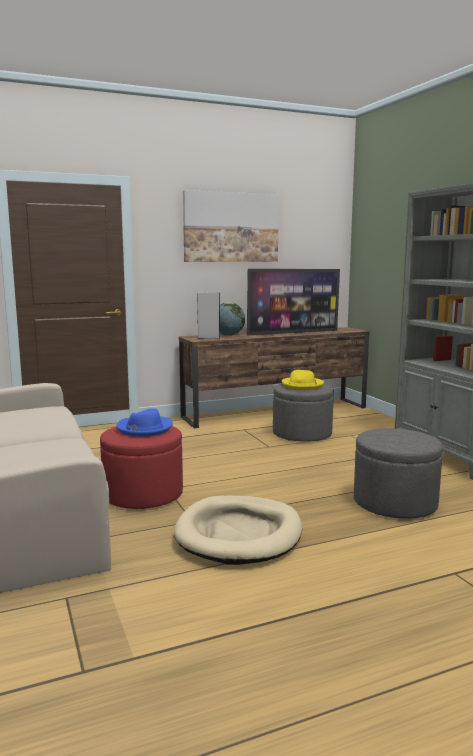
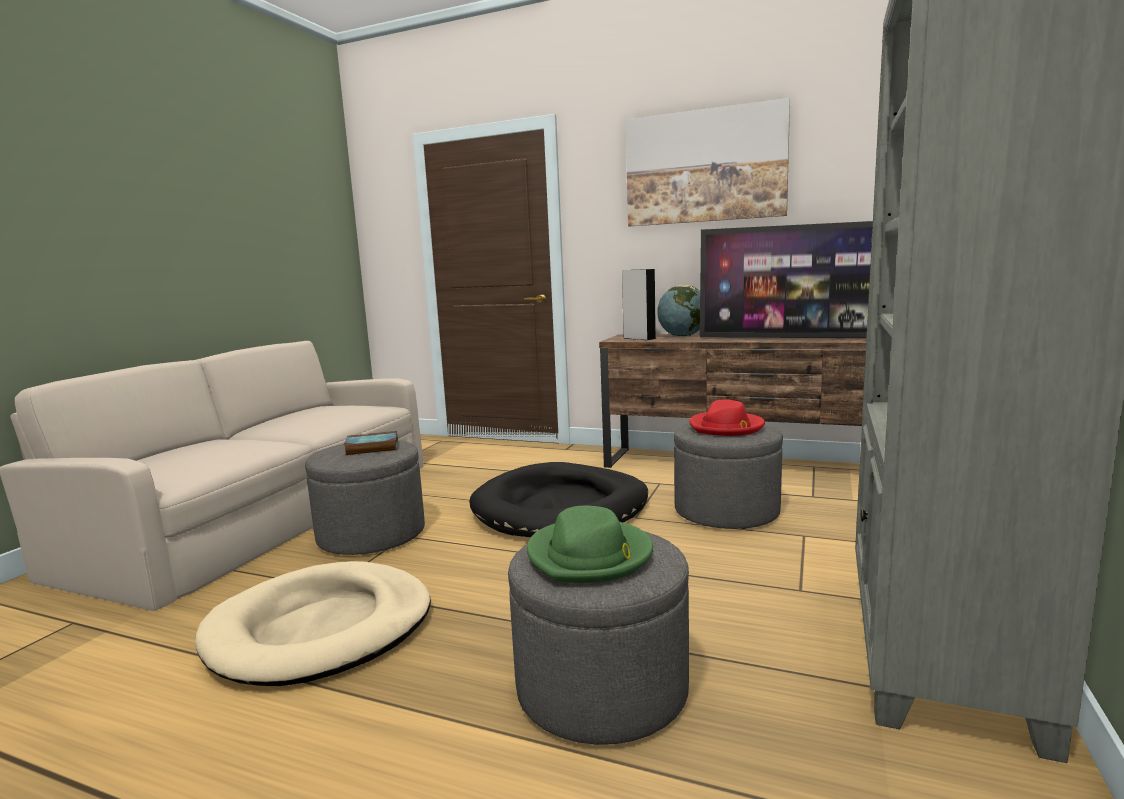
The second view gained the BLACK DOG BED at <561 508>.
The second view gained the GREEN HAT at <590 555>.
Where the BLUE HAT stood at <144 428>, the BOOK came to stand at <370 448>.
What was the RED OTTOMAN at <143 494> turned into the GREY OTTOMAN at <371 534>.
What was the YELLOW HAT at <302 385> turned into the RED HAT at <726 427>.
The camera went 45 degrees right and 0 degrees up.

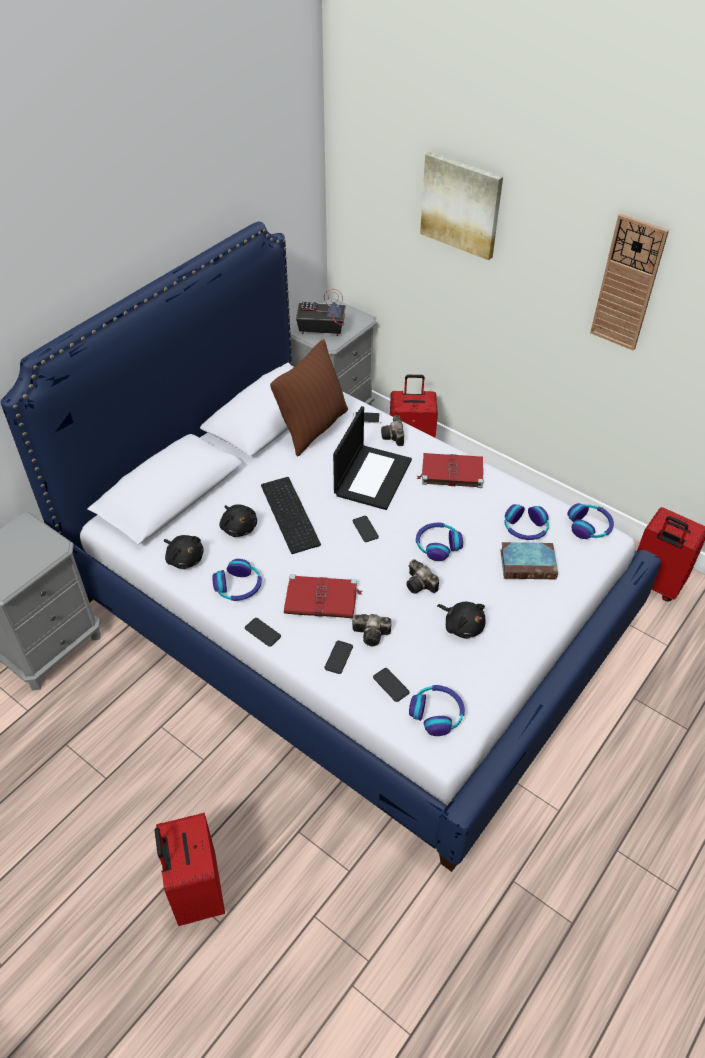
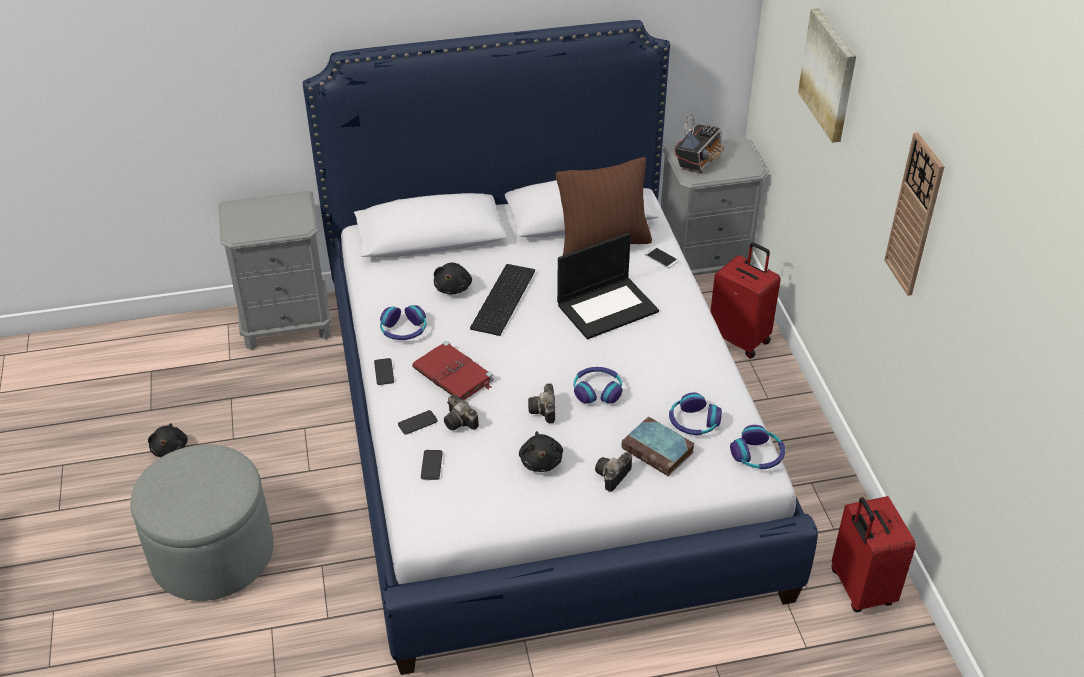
The second view lost the PHONE at <365 529>.
The second view lost the HEADPHONES at <437 713>.
The second view lost the RED BOOK at <451 472>.
The BLACK PLUSH TOY ended up elsewhere, having gone from <184 558> to <170 448>.
The PHOTO CAMERA ended up elsewhere, having gone from <394 437> to <612 477>.
Where the RED SUITCASE stood at <196 892>, the GREY OTTOMAN came to stand at <212 554>.
The RADIO at <320 330> ended up facing another way, 75 degrees clockwise from before.
The camera went 40 degrees right and 5 degrees down.

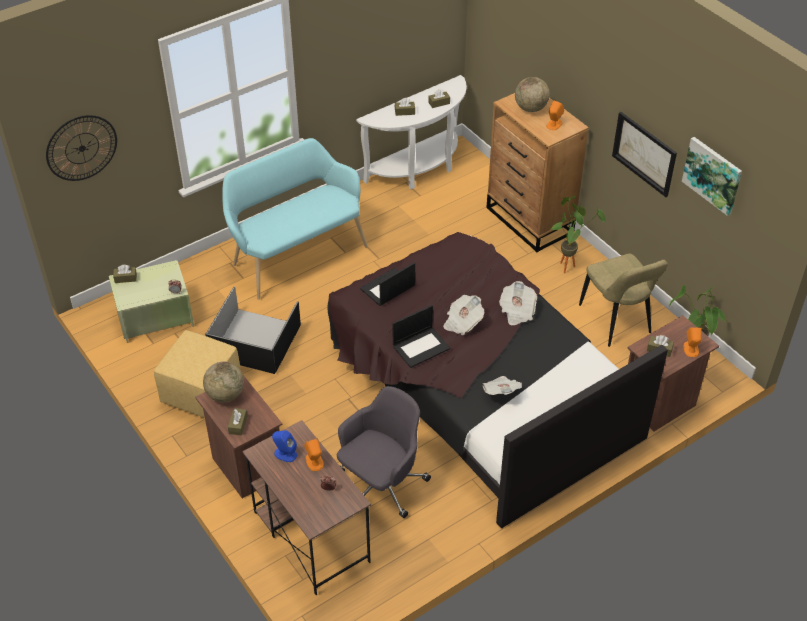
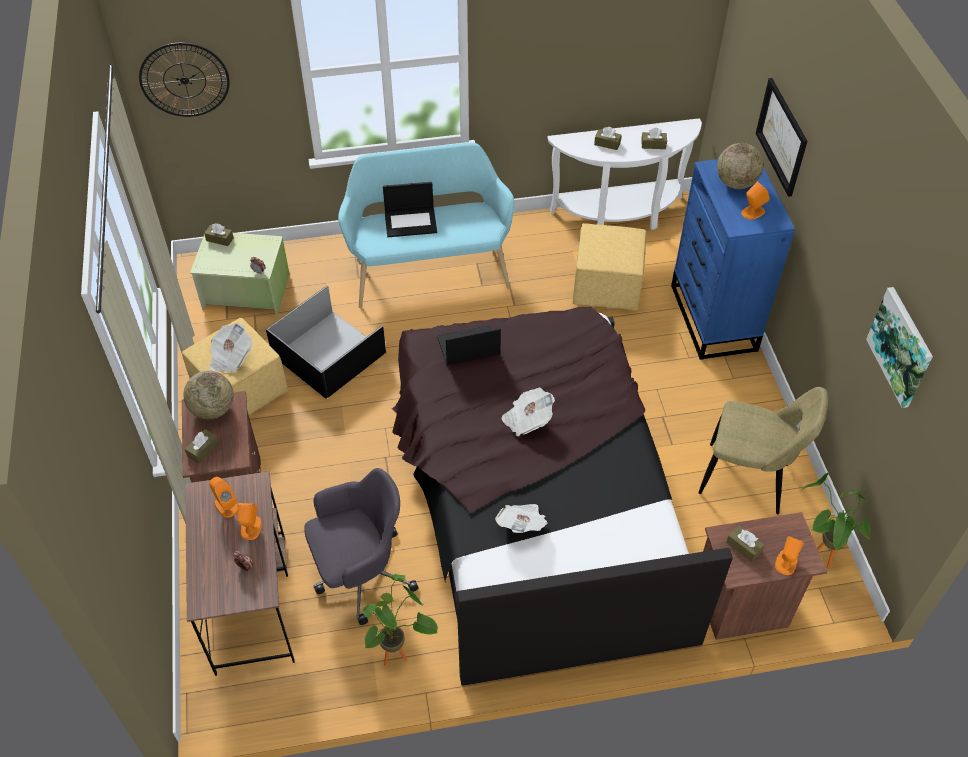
The second view gained the YELLOW OTTOMAN at <608 288>.
The LAPTOP ended up elsewhere, having gone from <421 347> to <411 222>.
The NEWSPAPER ended up elsewhere, having gone from <517 311> to <230 357>.
The POTTED PLANT ended up elsewhere, having gone from <568 265> to <400 654>.
The PICTURE ended up elsewhere, having gone from <644 153> to <782 136>.
What was the BLUE SPEAKER at <285 454> turned into the ORANGE SPEAKER at <226 505>.
What was the BROWN DRESSER at <530 221> turned into the BLUE DRESSER at <713 318>.
The BEIGE CHAIR at <616 321> ended up facing another way, 75 degrees counterclockwise from before.
The camera went 25 degrees right and 5 degrees up.

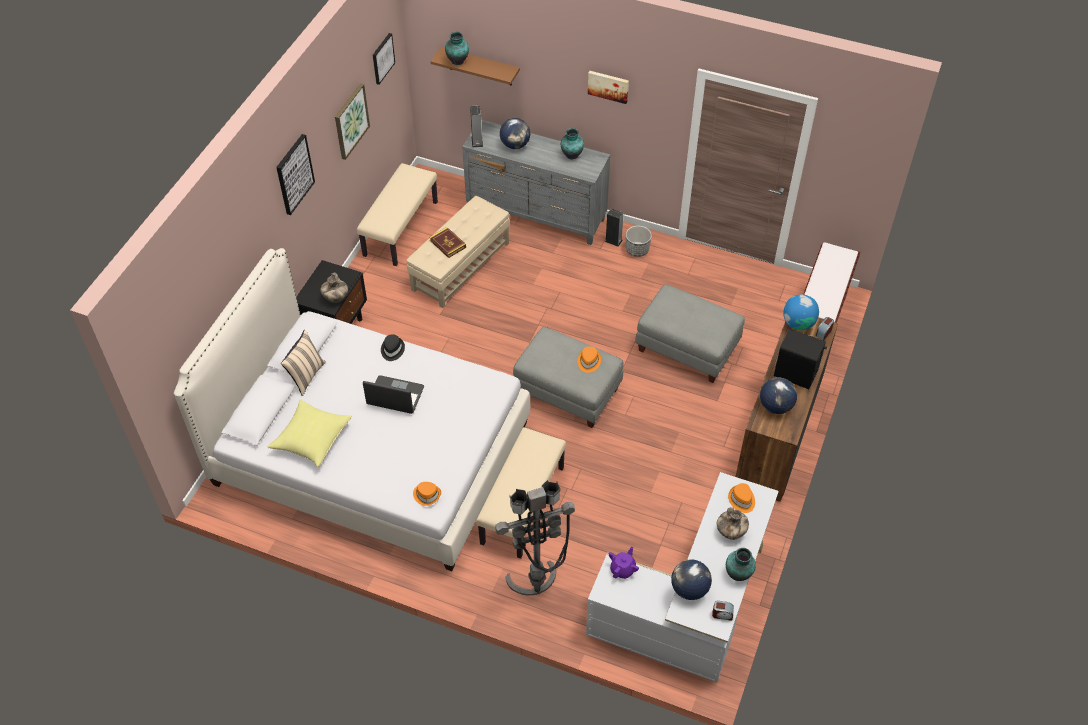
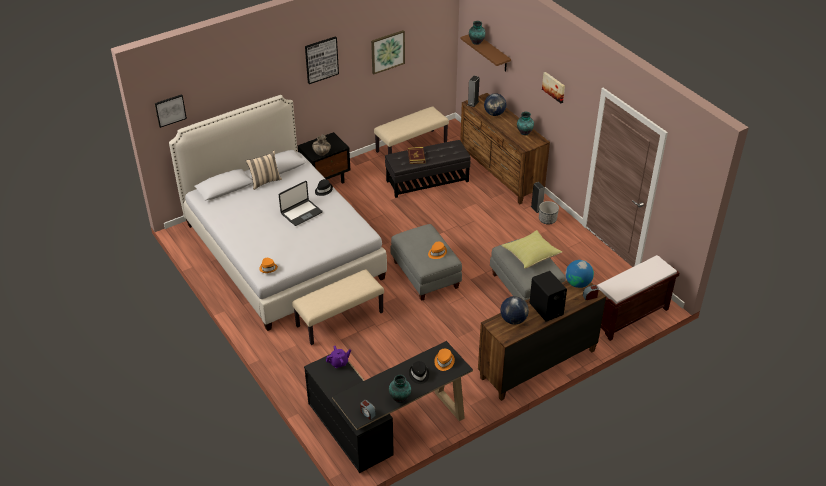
The second view lost the GREY FLOOR LAMP at <536 588>.
The second view lost the GLOBE at <689 589>.
The YELLOW PILLOW ended up elsewhere, having gone from <312 439> to <531 255>.
The PICTURE ended up elsewhere, having gone from <382 58> to <170 110>.
Where the VASE stood at <731 532>, the BLACK HAT came to stand at <419 375>.
What was the BEIGE OTTOMAN at <460 266> turned into the BLACK OTTOMAN at <427 181>.
What was the GREY DRESSER at <537 215> turned into the BROWN DRESSER at <501 174>.
What was the WHITE DESK at <689 607> turned into the BLACK DESK at <384 425>.
The LAPTOP at <395 396> ended up facing another way, 90 degrees clockwise from before.
The camera went 35 degrees right and 10 degrees down.

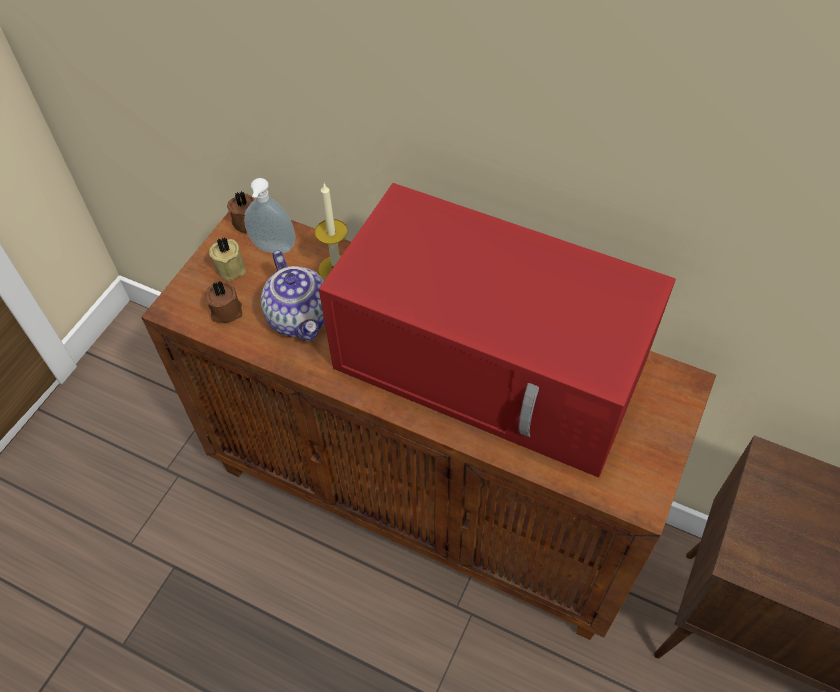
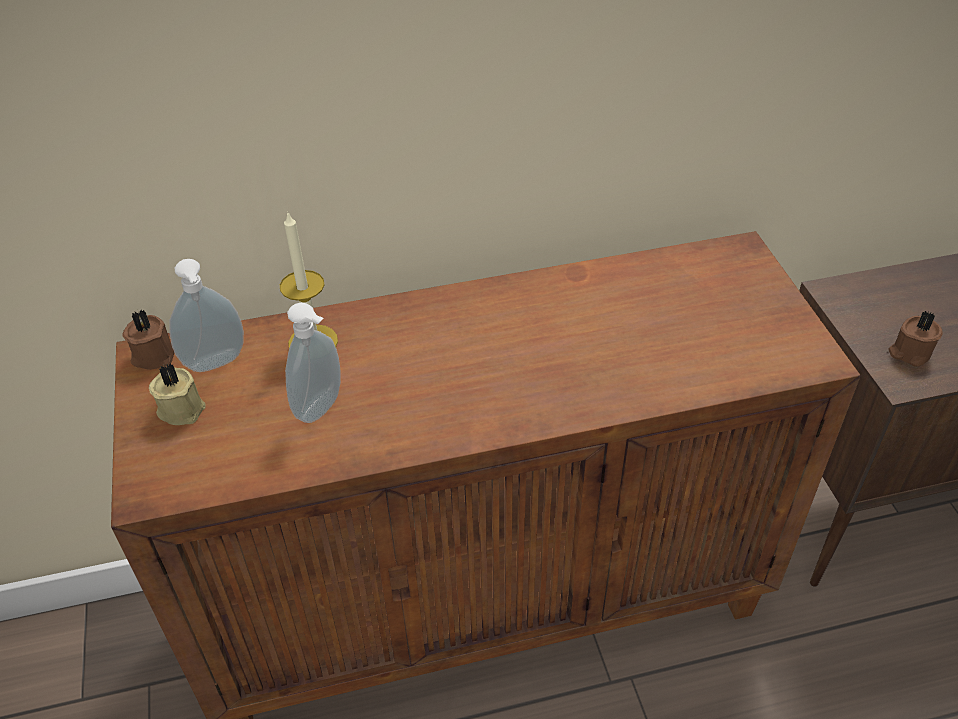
The second view lost the RED MICROWAVE at <494 364>.
The BROWN CANDLE ended up elsewhere, having gone from <225 310> to <909 352>.
Where the TEAPOT stood at <301 318>, the SOAP DISPENSER came to stand at <322 408>.
The camera went 40 degrees left and 10 degrees down.

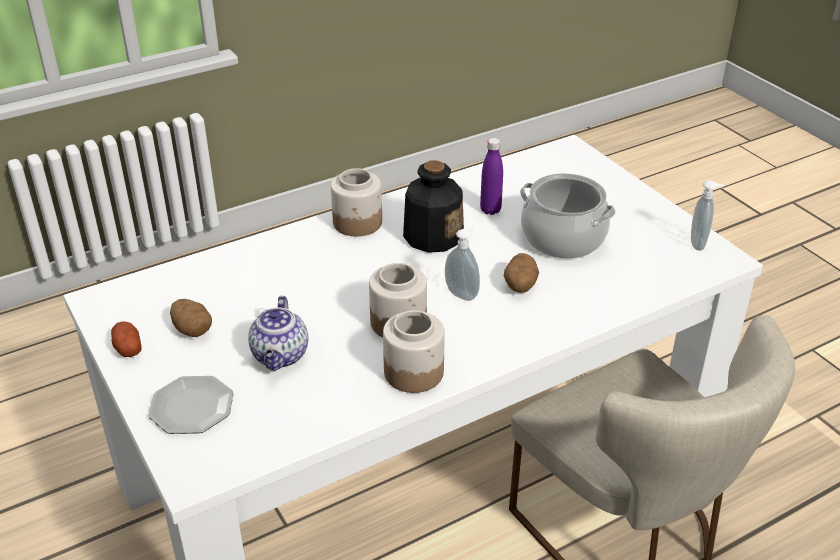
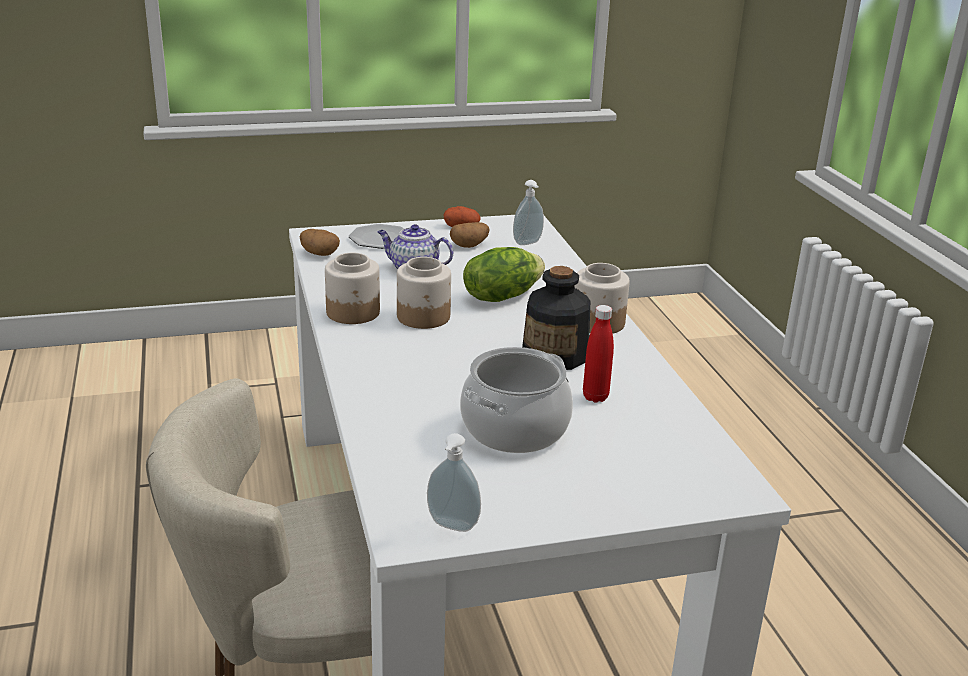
The second view gained the LETTUCE at <501 296>.
The SOAP DISPENSER ended up elsewhere, having gone from <462 293> to <528 243>.
The POTATO ended up elsewhere, having gone from <520 286> to <319 254>.
What was the PURPLE BOTTLE at <490 210> turned into the RED BOTTLE at <595 397>.
The camera went 105 degrees right and 10 degrees down.

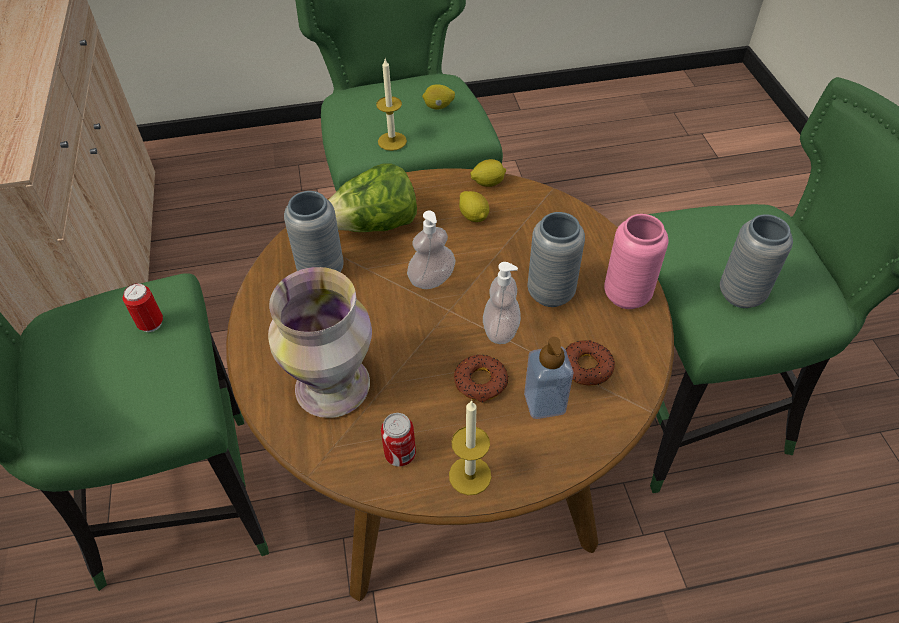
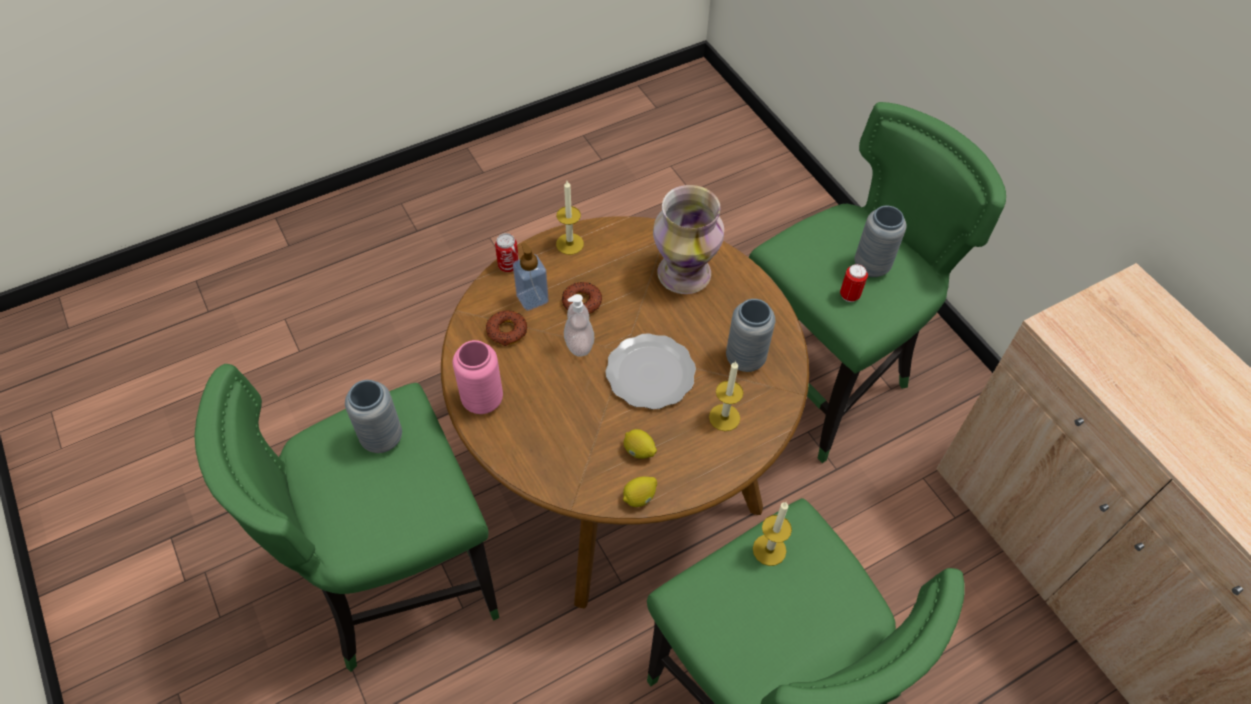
The second view lost the LEMON at <438 107>.
The CAN ended up elsewhere, having gone from <400 454> to <508 265>.
The GREY VASE ended up elsewhere, having gone from <550 293> to <871 266>.
Where the LETTUCE stood at <376 225>, the CANDLE came to stand at <724 417>.
Where the SOAP DISPENSER stood at <431 279>, the PLATE came to stand at <650 374>.
The camera went 160 degrees right and 5 degrees up.

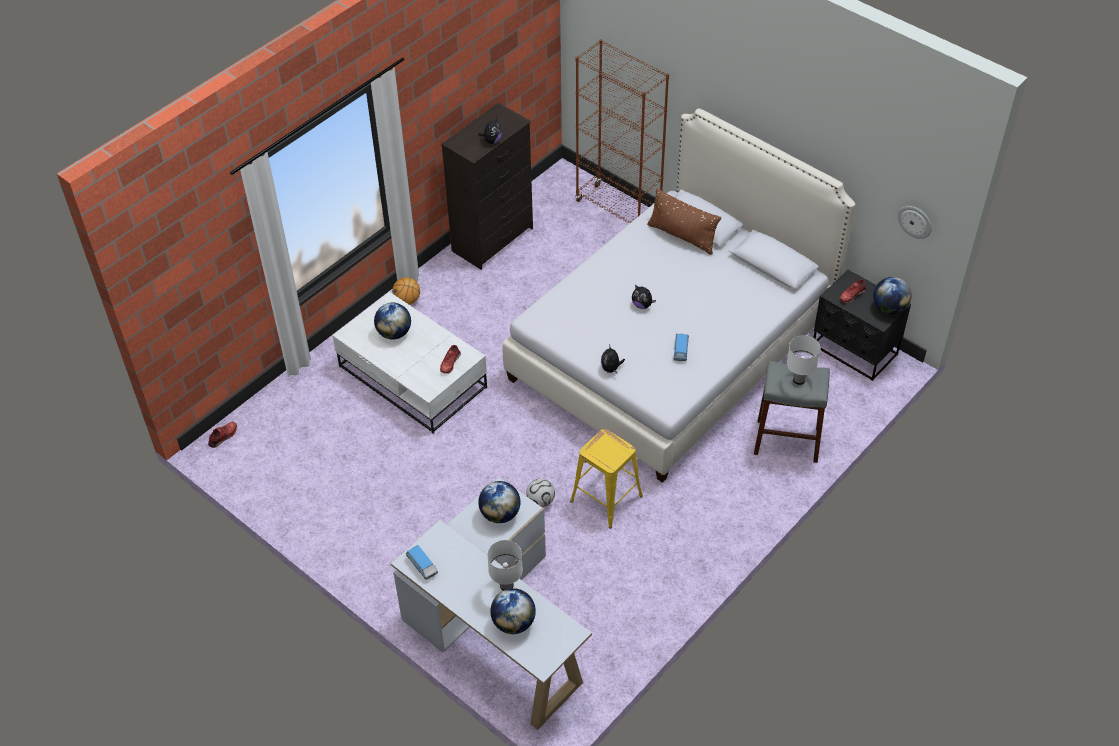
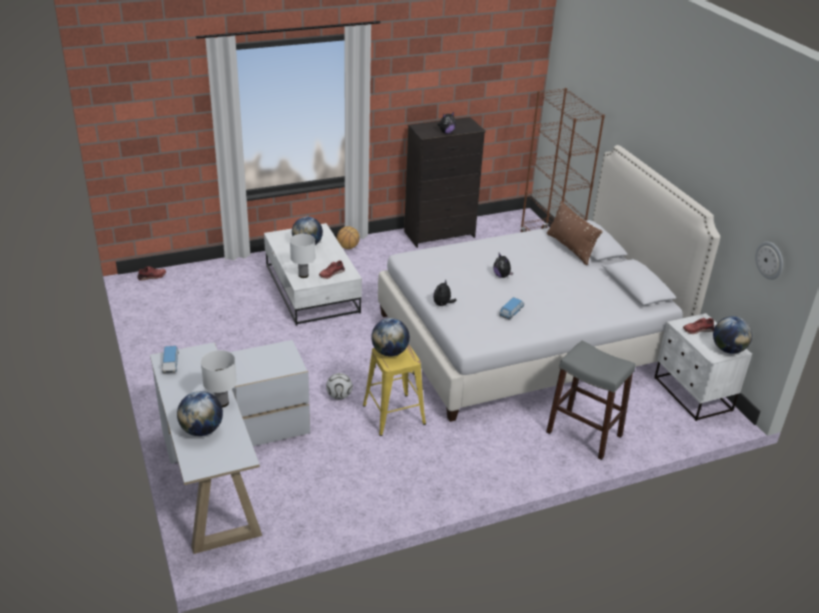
The GLOBE ended up elsewhere, having gone from <500 514> to <390 352>.
The WHITE TABLE LAMP ended up elsewhere, having gone from <798 380> to <303 275>.
What was the BLACK NIGHTSTAND at <854 351> turned into the WHITE NIGHTSTAND at <692 394>.
The camera went 25 degrees right and 15 degrees down.

